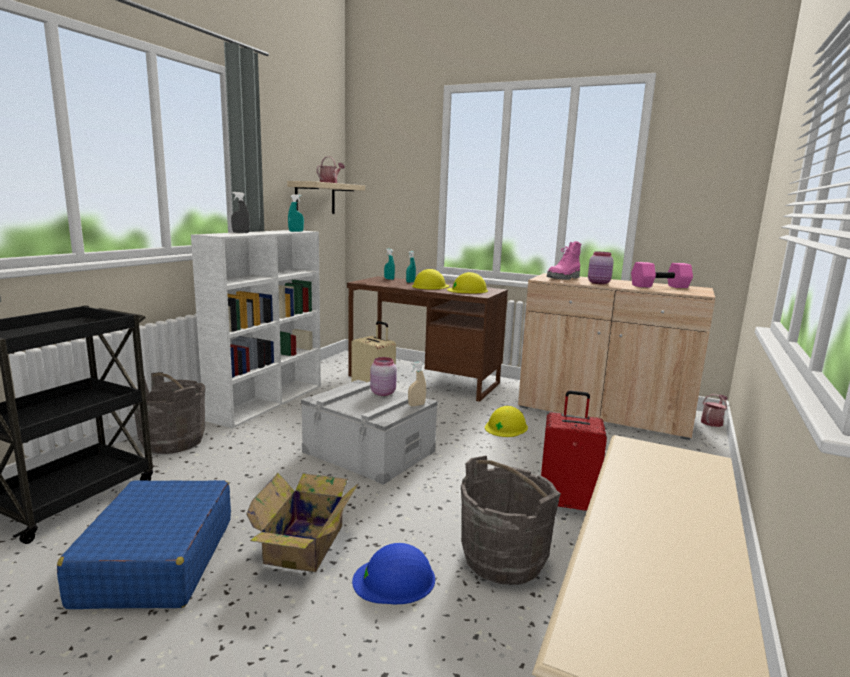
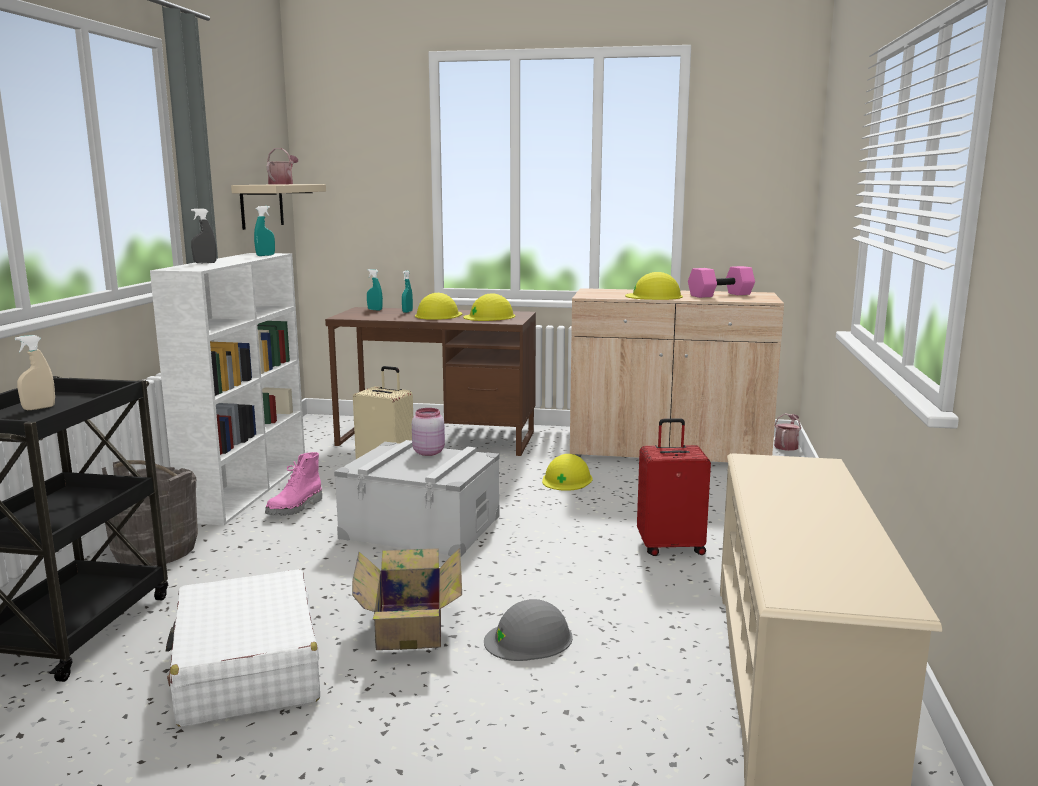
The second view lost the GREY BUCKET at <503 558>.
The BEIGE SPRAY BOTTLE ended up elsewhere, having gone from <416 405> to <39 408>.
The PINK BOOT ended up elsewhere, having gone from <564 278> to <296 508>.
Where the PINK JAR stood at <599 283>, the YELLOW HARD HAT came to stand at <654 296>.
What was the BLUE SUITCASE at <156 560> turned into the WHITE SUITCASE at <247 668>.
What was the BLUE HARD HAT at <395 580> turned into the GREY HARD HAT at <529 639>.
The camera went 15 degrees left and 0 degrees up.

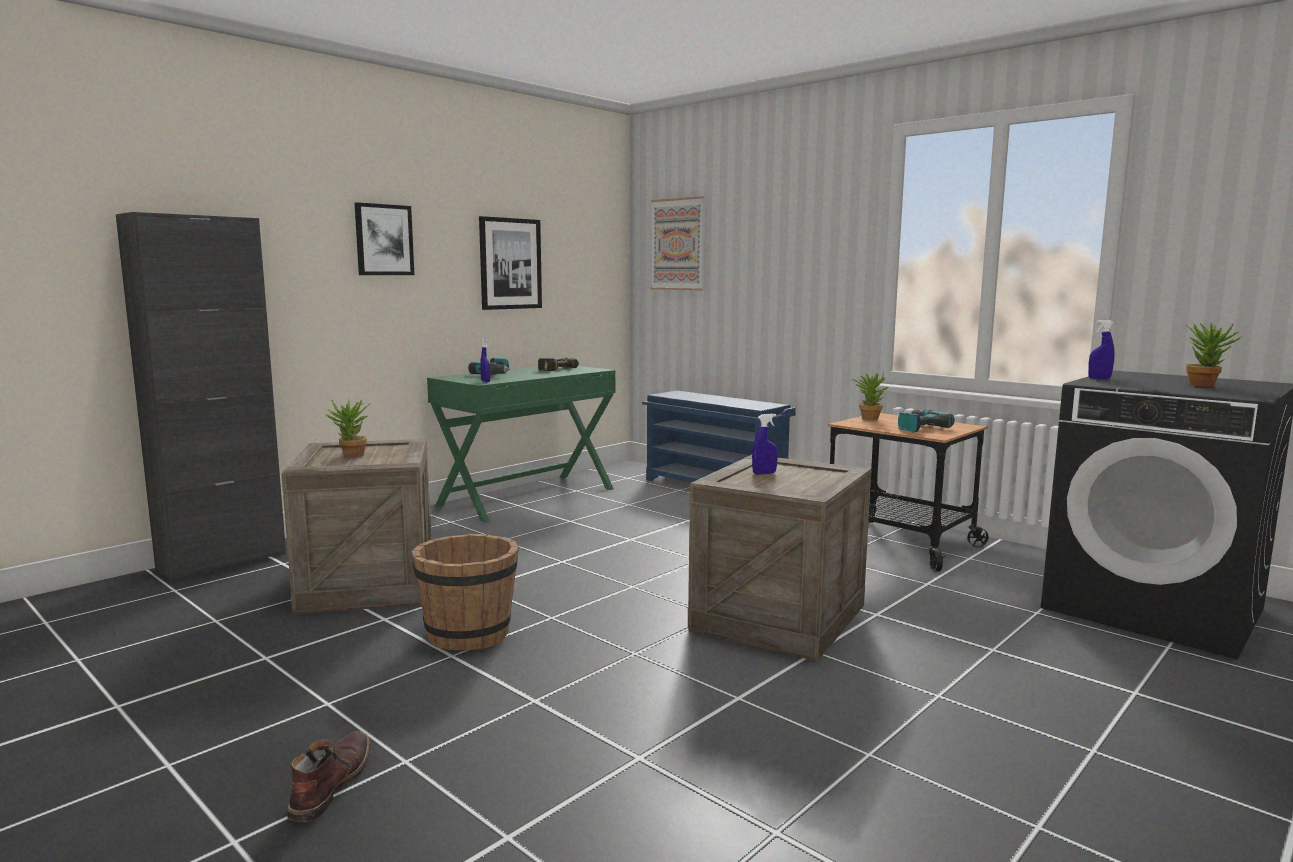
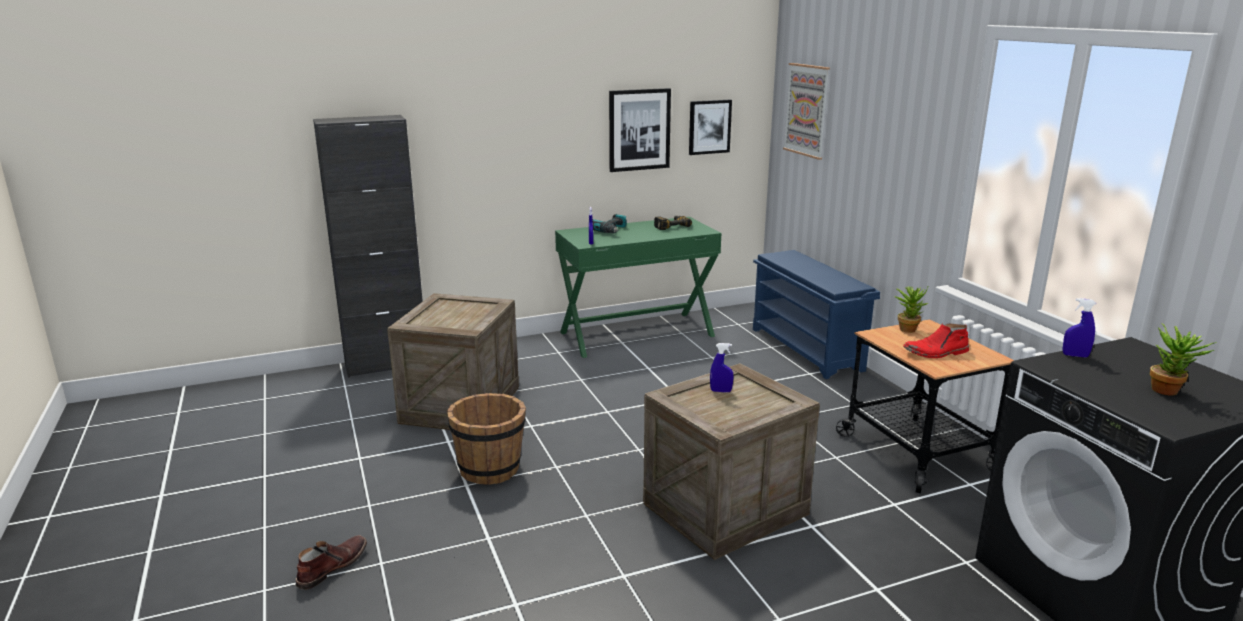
The second view lost the POTTED PLANT at <350 456>.
The PICTURE ended up elsewhere, having gone from <384 240> to <709 127>.
Where the POWER DRILL stood at <918 428>, the RED BOOT came to stand at <936 353>.
The camera went 25 degrees right and 10 degrees up.

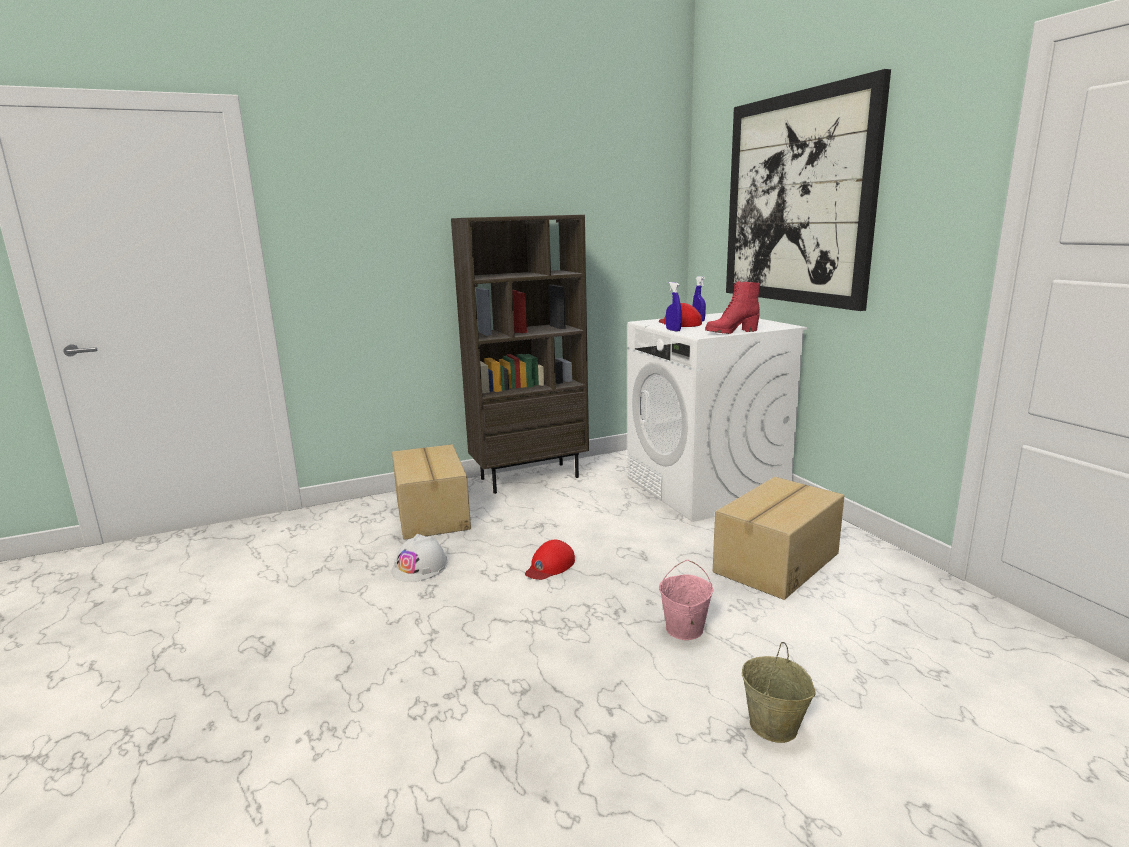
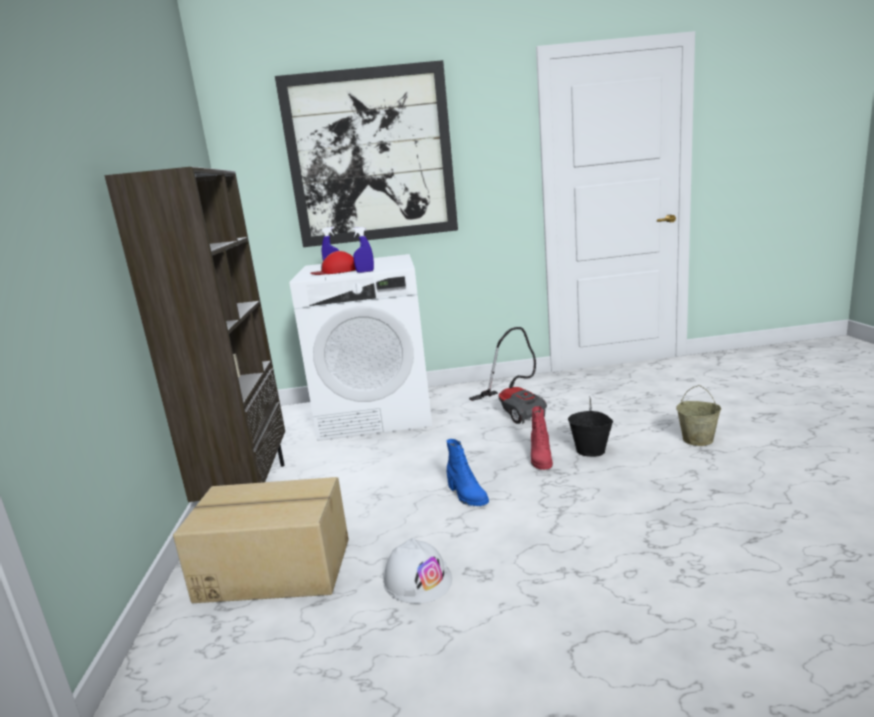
The RED BOOT ended up elsewhere, having gone from <731 332> to <540 459>.
Where the RED CAP stood at <550 566>, the BLUE BOOT came to stand at <466 496>.
Where the CARDBOARD BOX stood at <775 562>, the VACUUM CLEANER came to stand at <515 410>.
What was the PINK BUCKET at <684 629> turned into the BLACK BUCKET at <591 450>.
The camera went 70 degrees left and 0 degrees up.

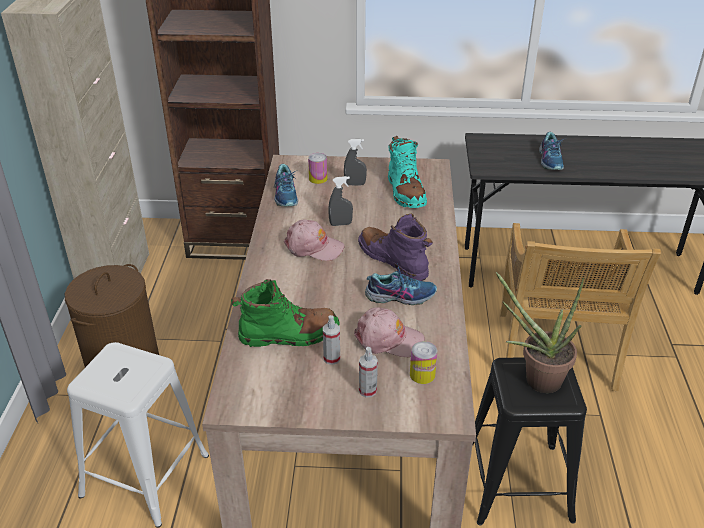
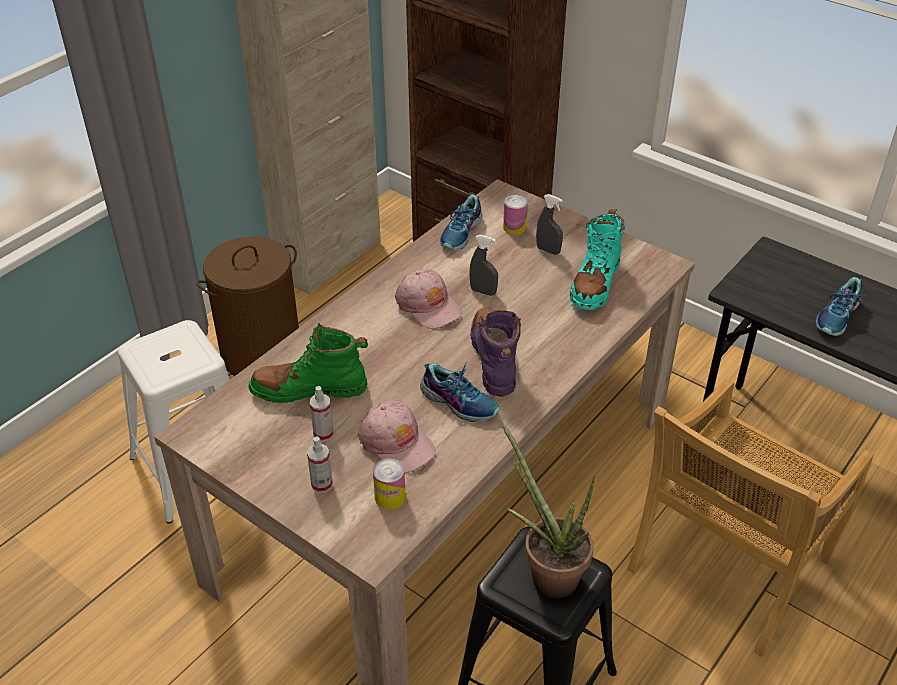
The GREEN BOOT at <289 335> ended up facing another way, 150 degrees clockwise from before.
The camera went 35 degrees right and 5 degrees up.

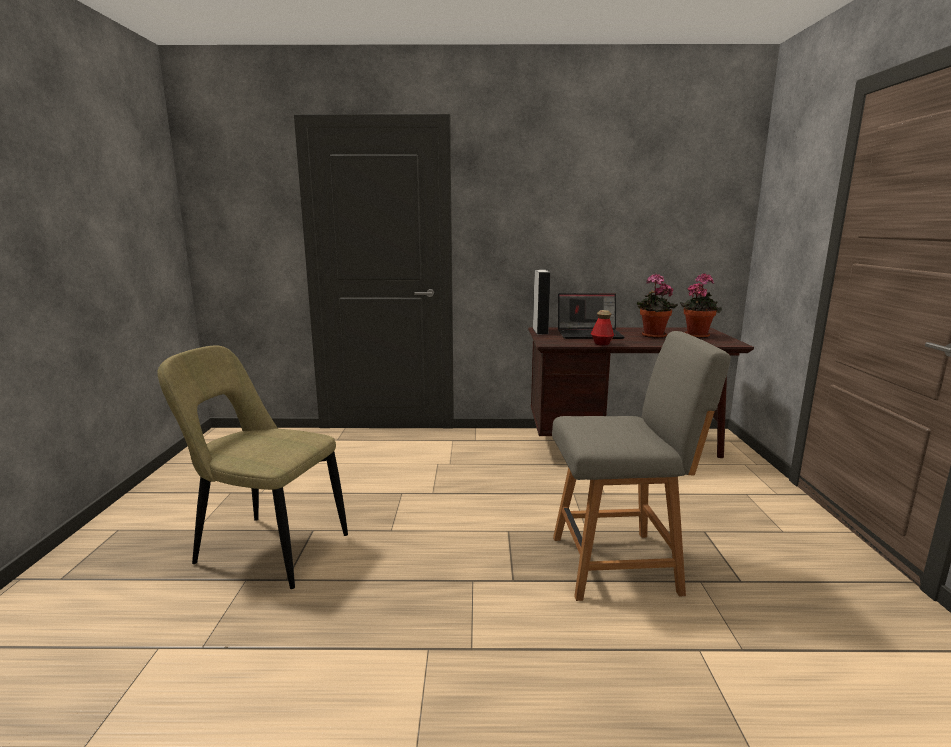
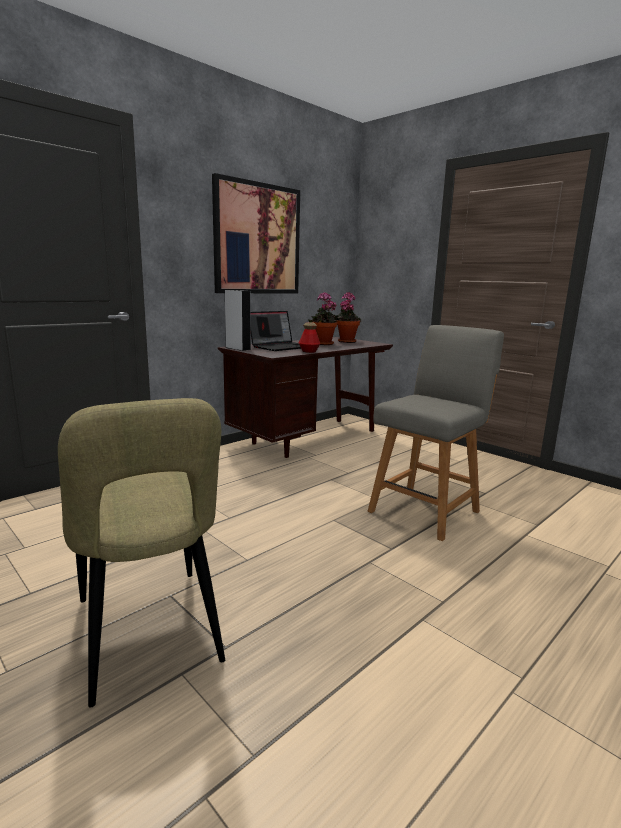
The second view gained the PICTURE at <257 239>.
The BEIGE CHAIR at <266 548> ended up facing another way, 90 degrees counterclockwise from before.
The camera went 45 degrees left and 0 degrees up.

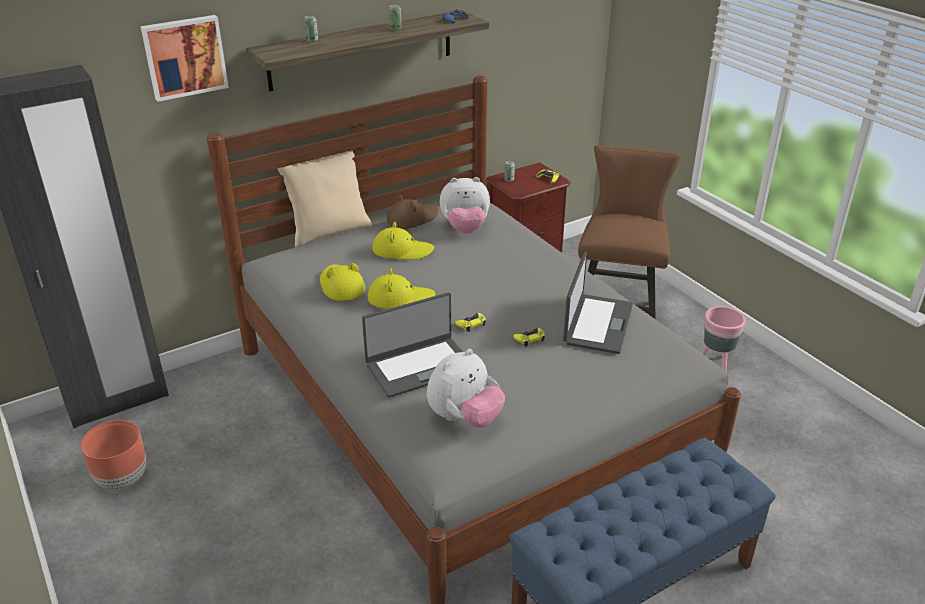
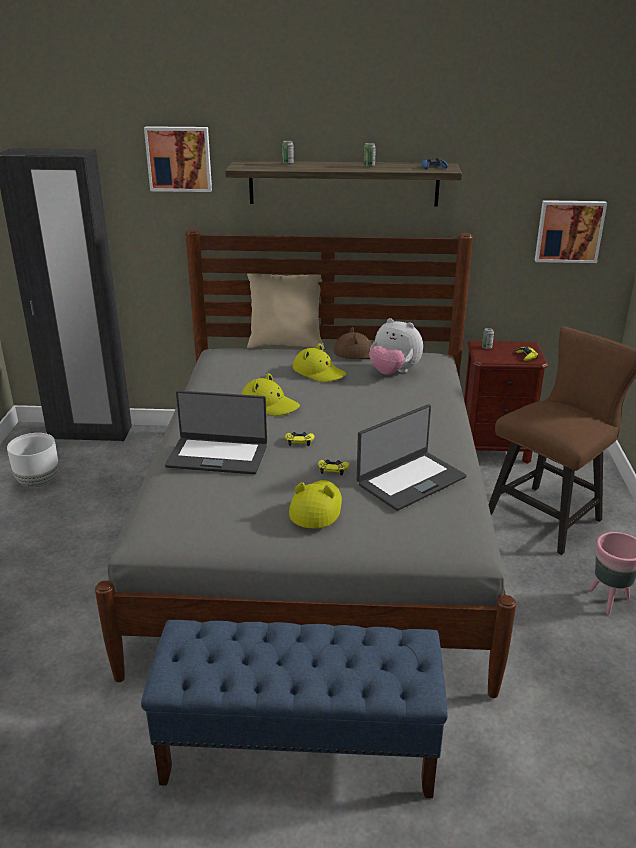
The second view lost the PLUSH TOY at <465 418>.
The second view gained the PICTURE at <569 231>.
The YELLOW HAT ended up elsewhere, having gone from <341 286> to <316 508>.
What was the BROWN PLANTER at <123 480> turned into the WHITE PLANTER at <38 483>.
The camera went 35 degrees right and 5 degrees down.

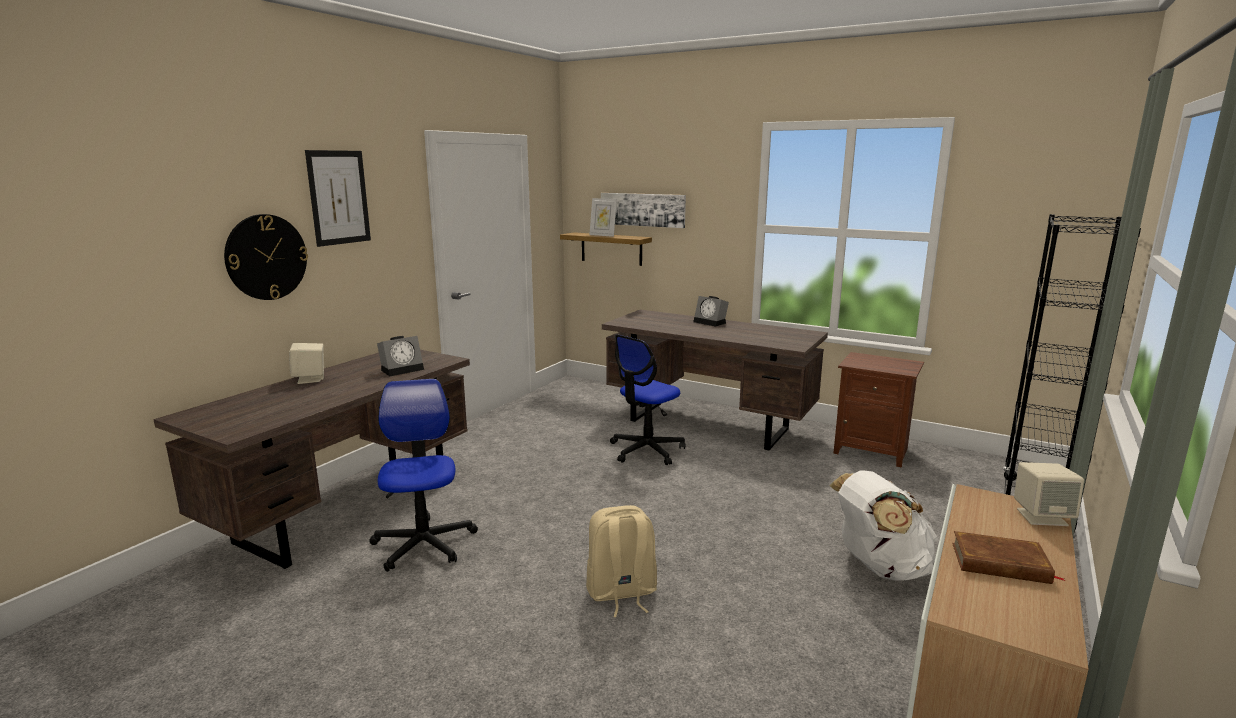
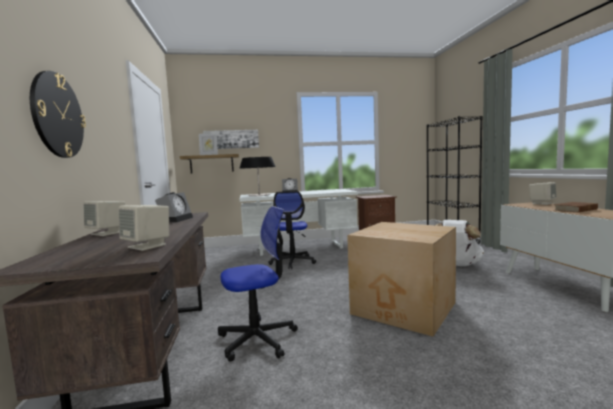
The second view lost the PICTURE at <339 197>.
The second view gained the BEIGE SPEAKER at <147 246>.
The second view gained the TABLE LAMP at <259 195>.
Where the BEIGE BACKPACK stood at <621 593>, the CARDBOARD BOX came to stand at <404 309>.
What was the BROWN DESK at <709 424> turned into the WHITE DESK at <300 247>.
The OFFICE CHAIR at <424 544> ended up facing another way, 120 degrees clockwise from before.
The camera went 40 degrees left and 10 degrees down.

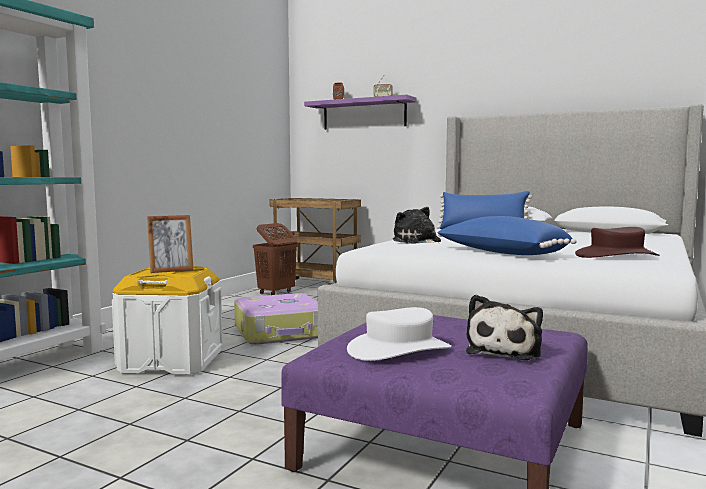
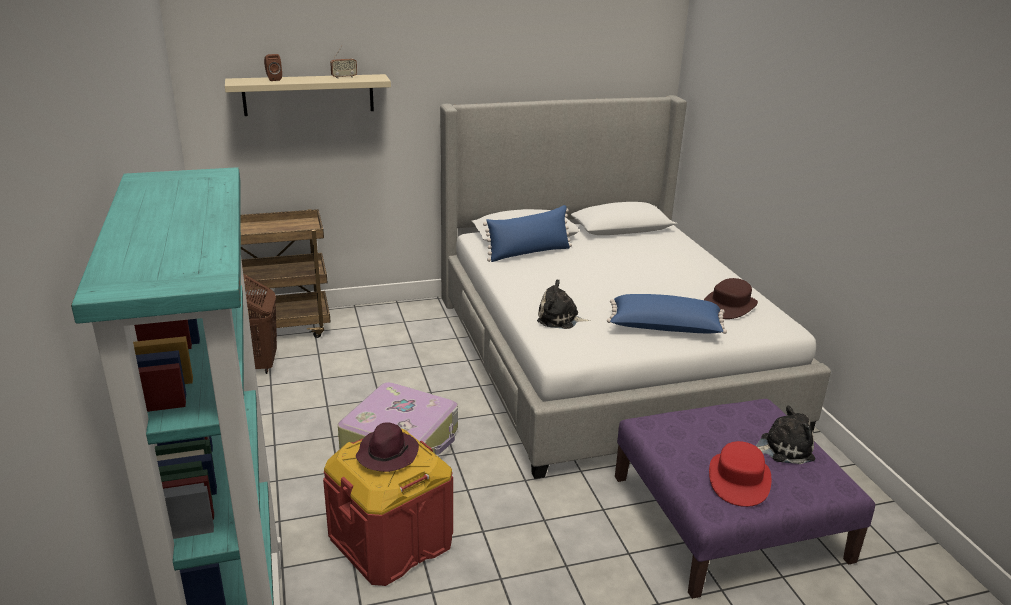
Where the PICTURE FRAME stood at <171 271>, the PURPLE HAT came to stand at <387 453>.
What was the WHITE STORAGE BOX at <171 361> turned into the RED STORAGE BOX at <391 541>.
What was the PURPLE SHELF at <364 114> turned into the BEIGE SHELF at <308 94>.
What was the WHITE HAT at <399 349> turned into the RED HAT at <738 479>.
The PLUSH TOY at <505 350> ended up facing another way, 75 degrees counterclockwise from before.
The camera went 45 degrees left and 20 degrees up.

